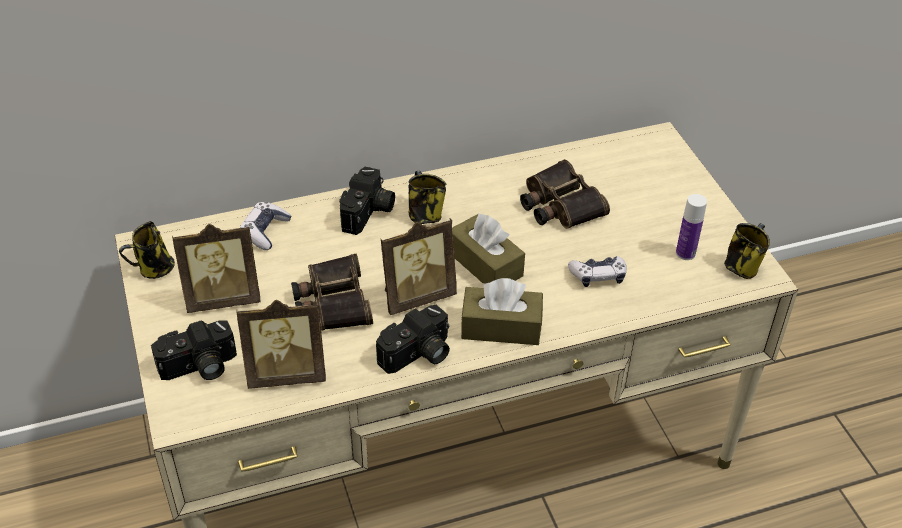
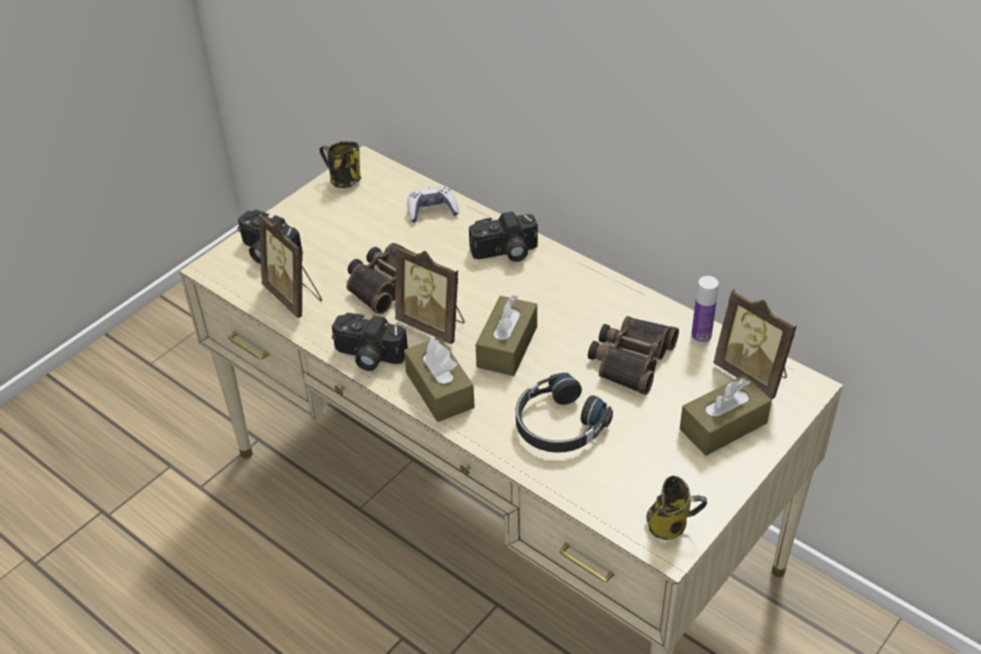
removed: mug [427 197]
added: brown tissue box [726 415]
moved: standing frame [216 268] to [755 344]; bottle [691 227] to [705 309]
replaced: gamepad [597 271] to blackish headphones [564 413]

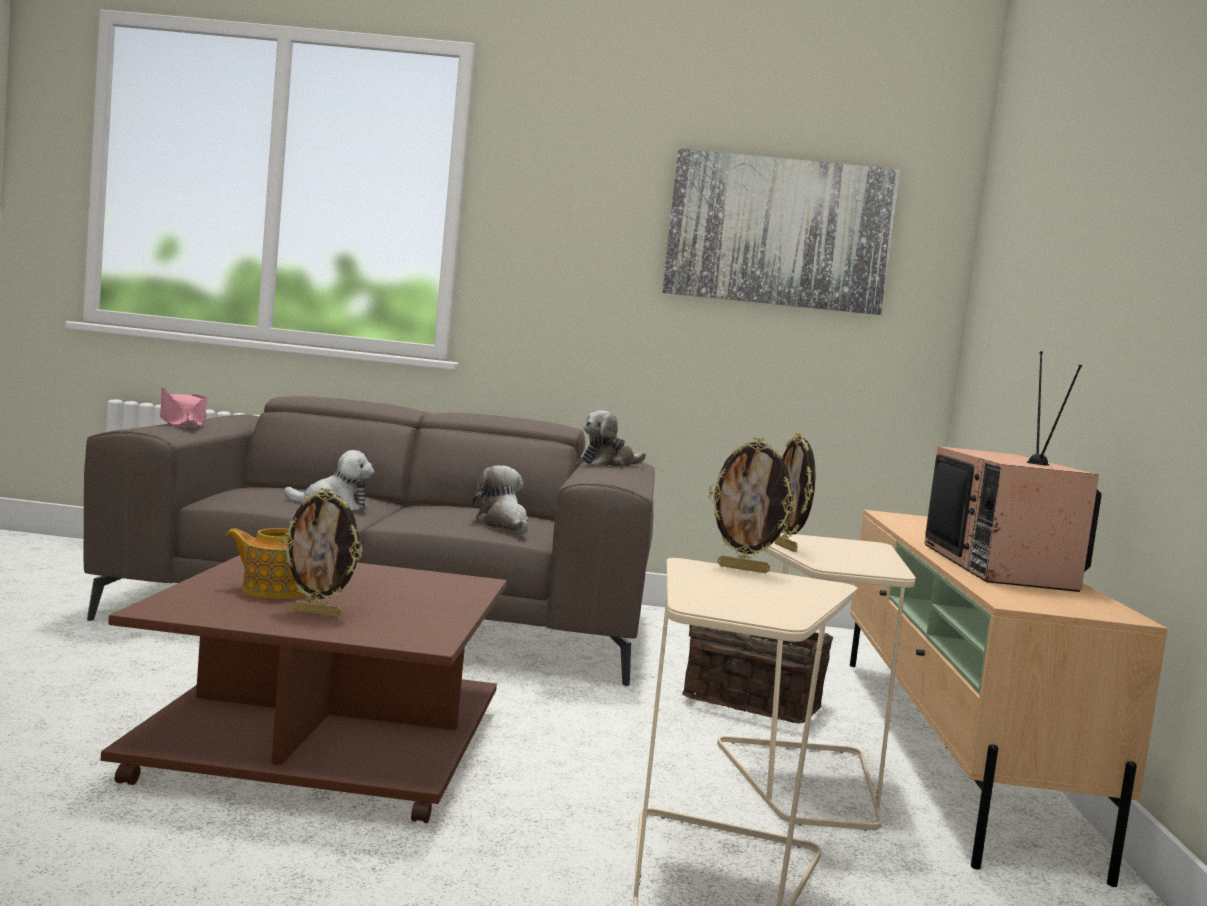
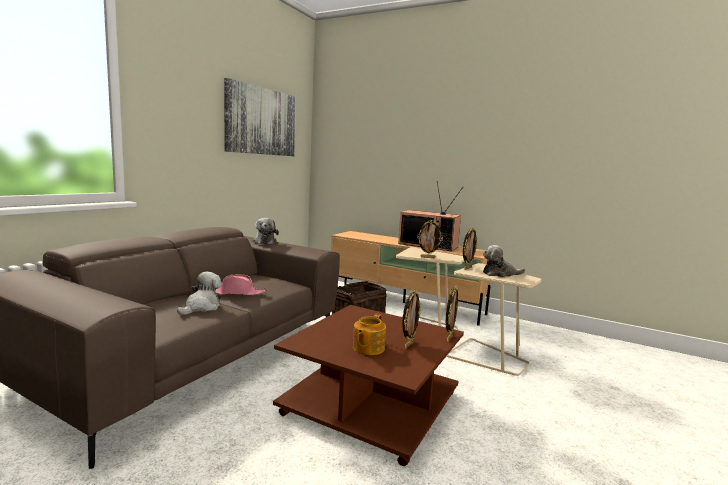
added: standing frame [452 314]
moved: pink-coloured hat [183 407] to [241 284]; cuddly toy [500 499] to [504 261]

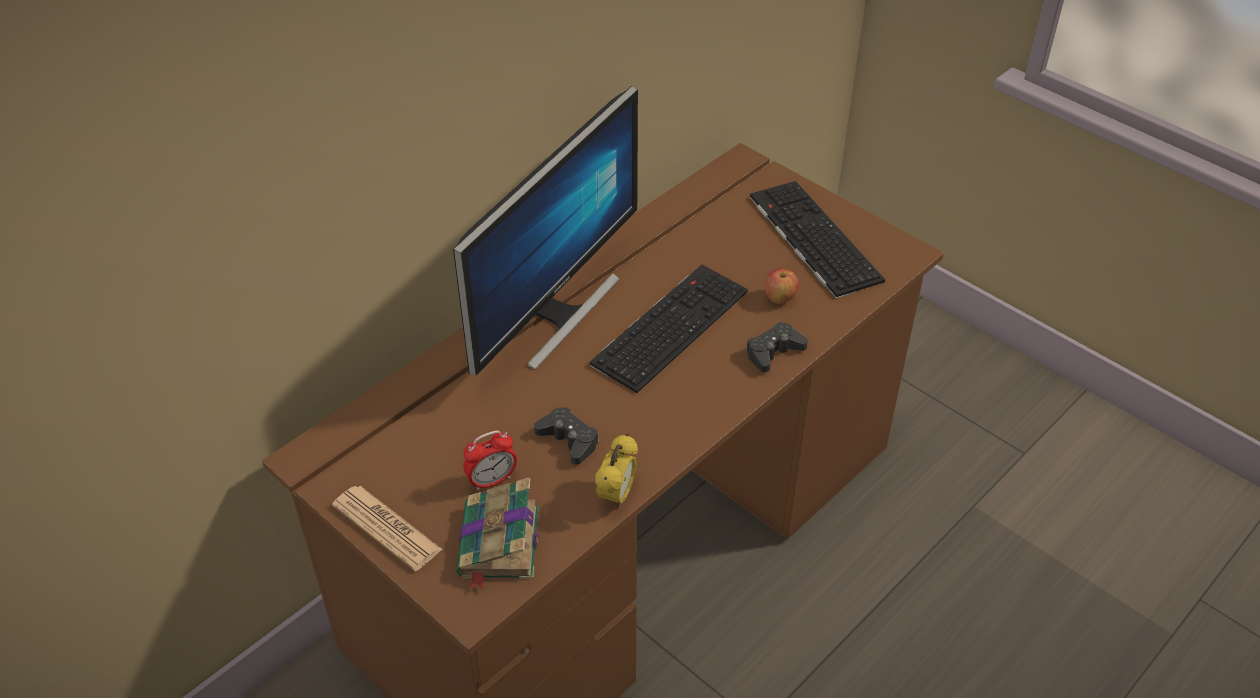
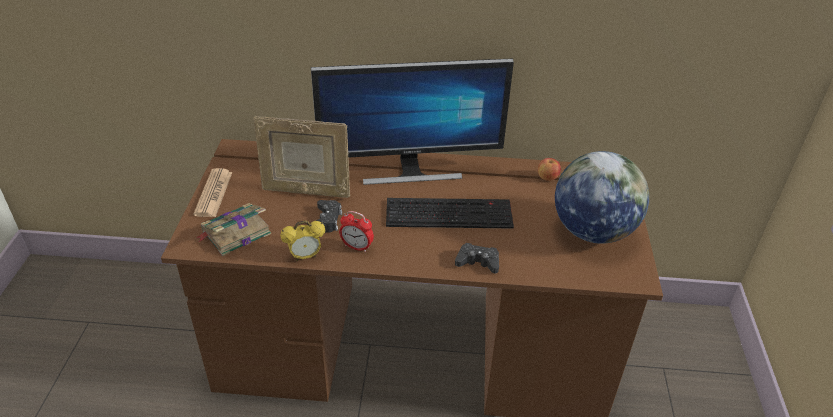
added: standing frame [302 157]
moved: table clock [490 461] to [356 231]; apple [782 286] to [549 169]
replaced: computer keyboard [818 240] to desk globe [602 197]

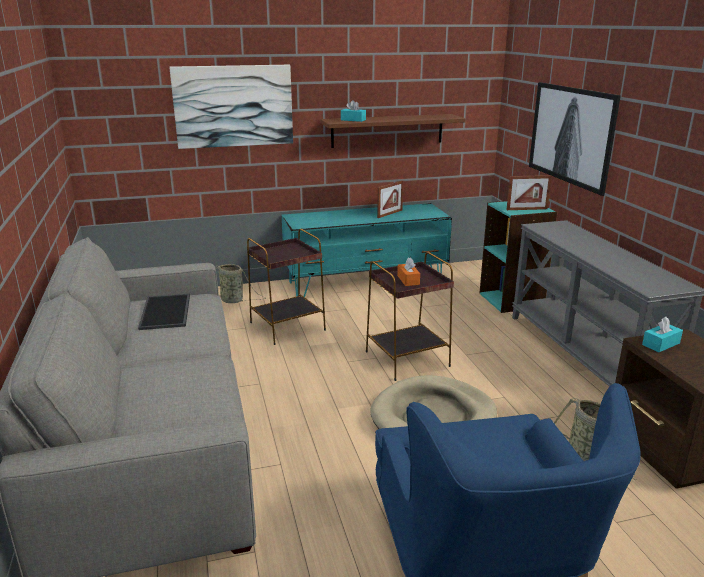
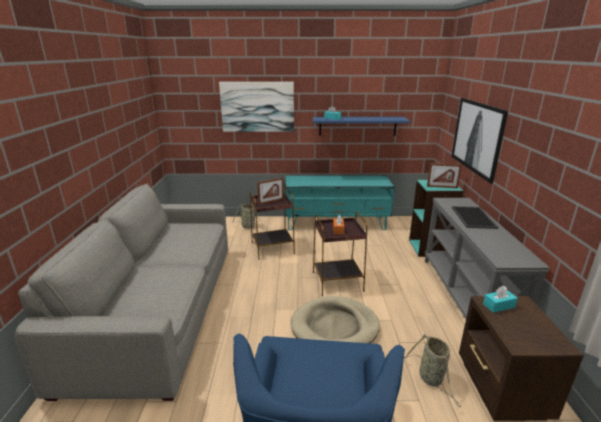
moved: serving tray [164 312] to [475 217]; standing frame [390 199] to [270 191]
recoloured: brown bracket shelf [393 131] to blue bracket shelf [361 126]

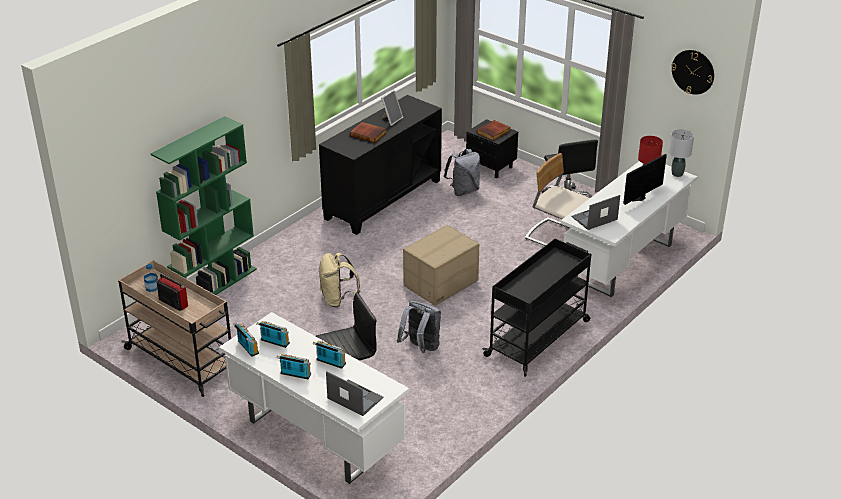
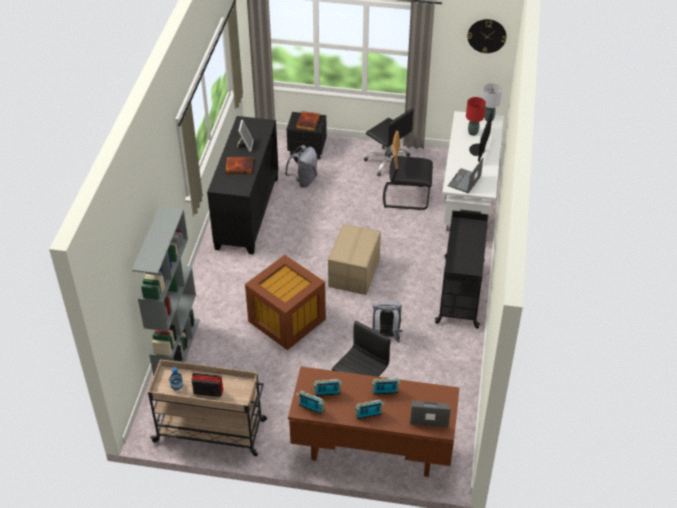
replaced: beige knapsack [340 280] to brown storage container [285 302]
recoloured: green-coloured shelving unit [204 205] to greyish shelving unit [166 291]; whitish desk [314 398] to brown desk [374 421]; beige plain chair [557 199] to blackish plain chair [408 170]

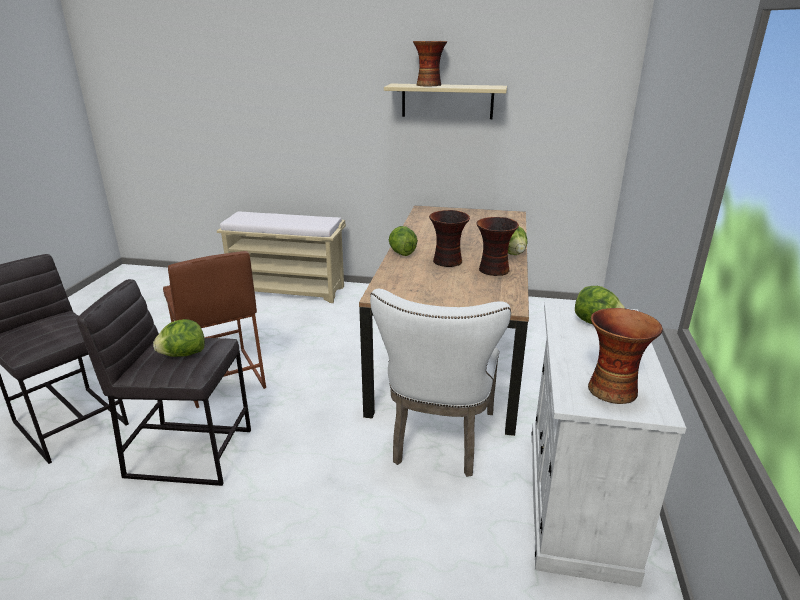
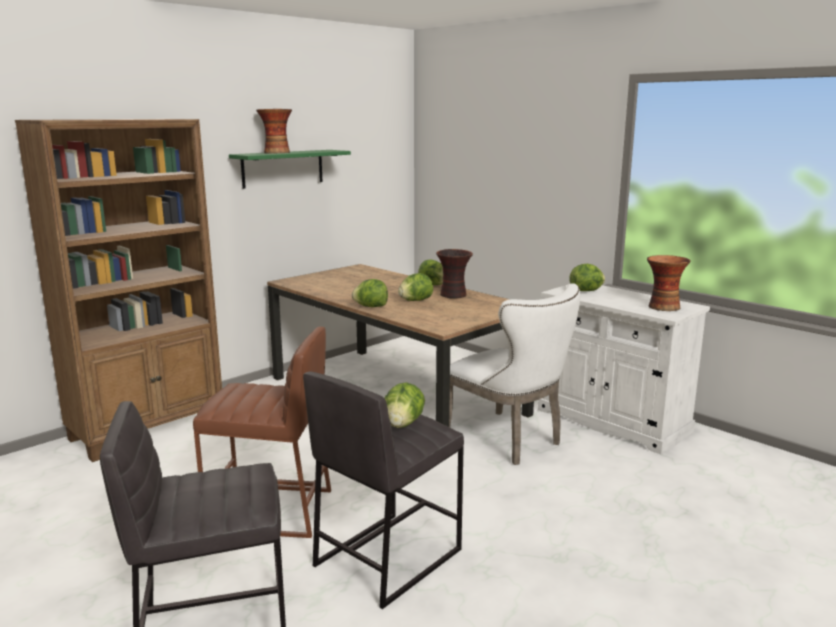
replaced: beige indoor bench [281 257] to brown shelving unit [118 290]; flower vase [449 238] to head of lettuce [415 287]
recoloured: beige bracket shelf [445 101] to green-coloured bracket shelf [290 169]

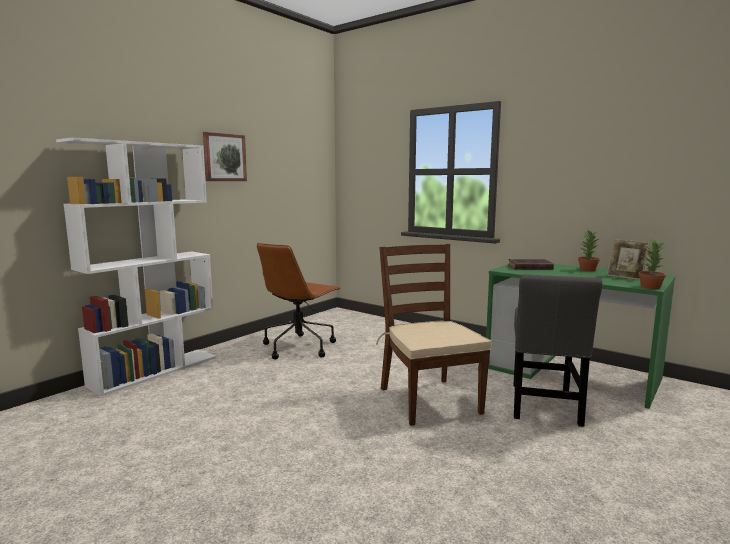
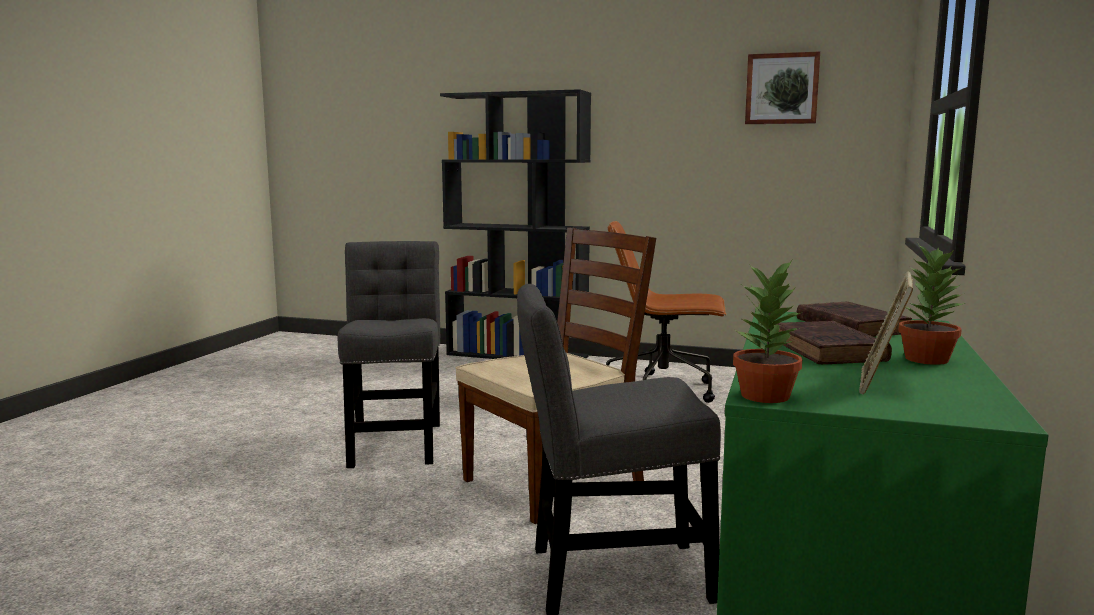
added: greyish plain chair [389 354]; brown volume [834 342]
moved: wall picture [225 156] to [782 87]
recoloured: whitish shelving unit [136 266] to blackish shelving unit [515 224]

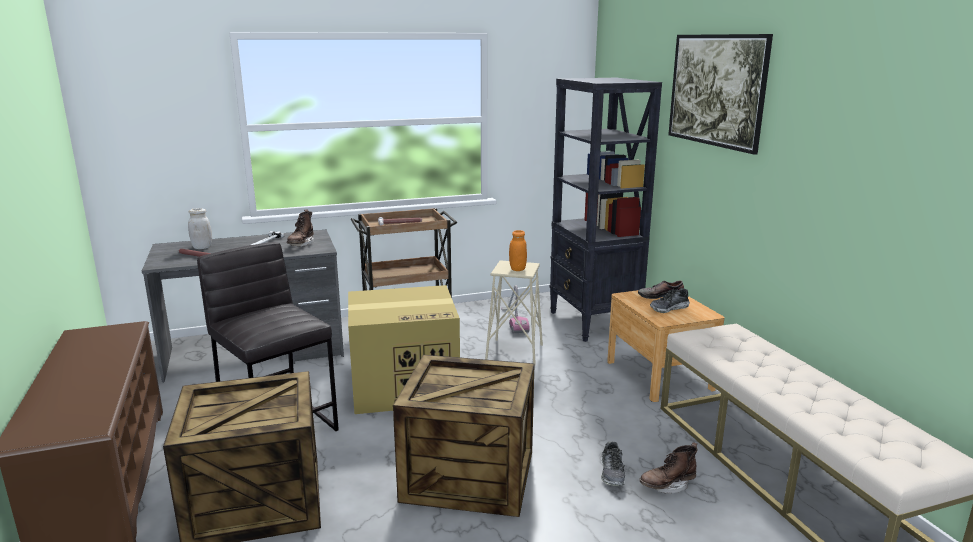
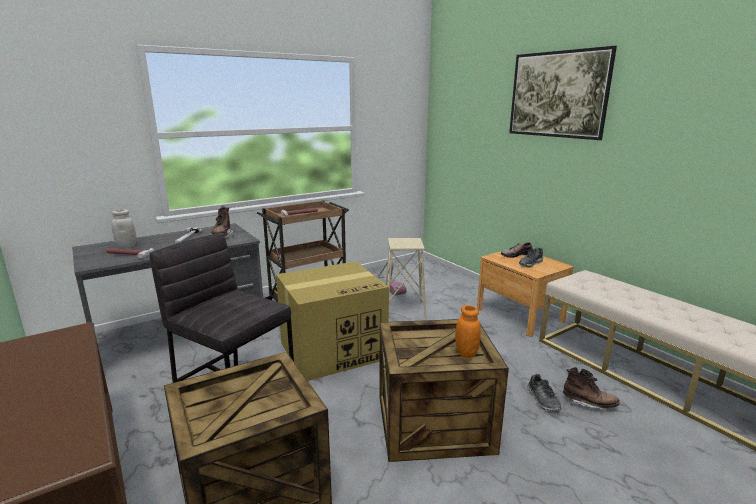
removed: blackish shelving unit [606 210]
moved: orange storage jar [518 250] to [467 331]
turned: brown boot [668 468] = [591 388] 120 degrees counterclockwise

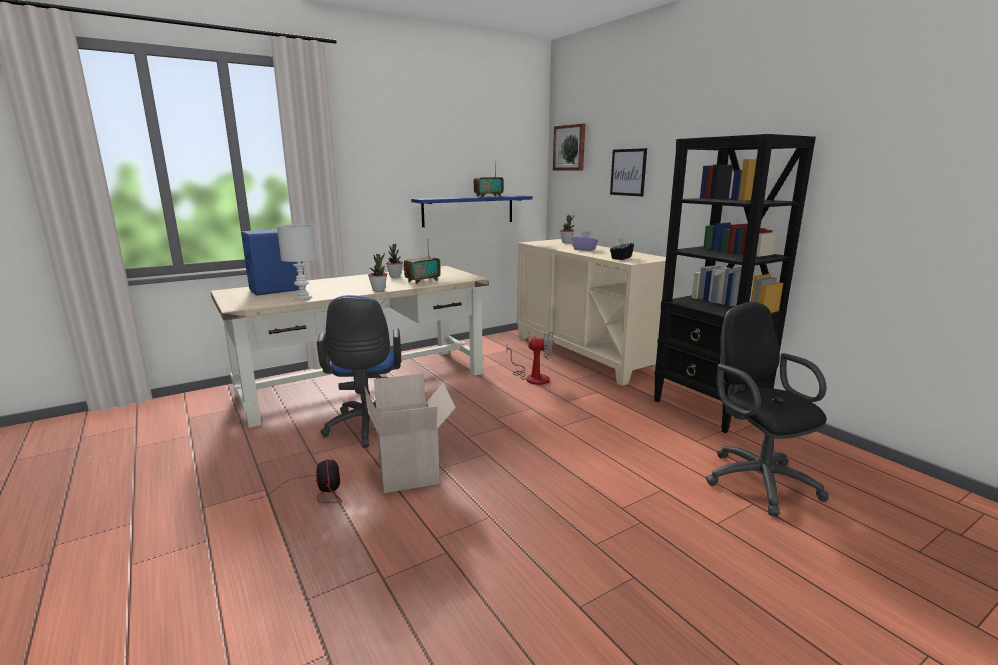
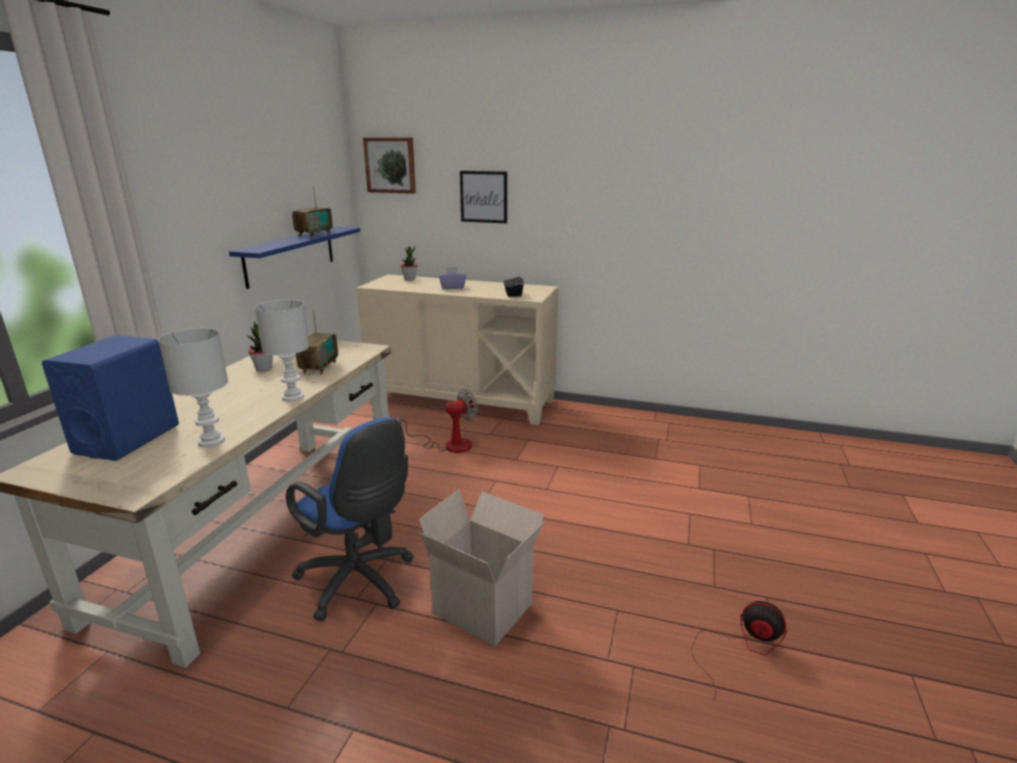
removed: blackish shelving unit [735 283]; blackish computer chair [767 409]
moved: cooling fan [295 481] to [739 652]
replaced: houseplant [377 272] to whitish lamp for a table [282 350]

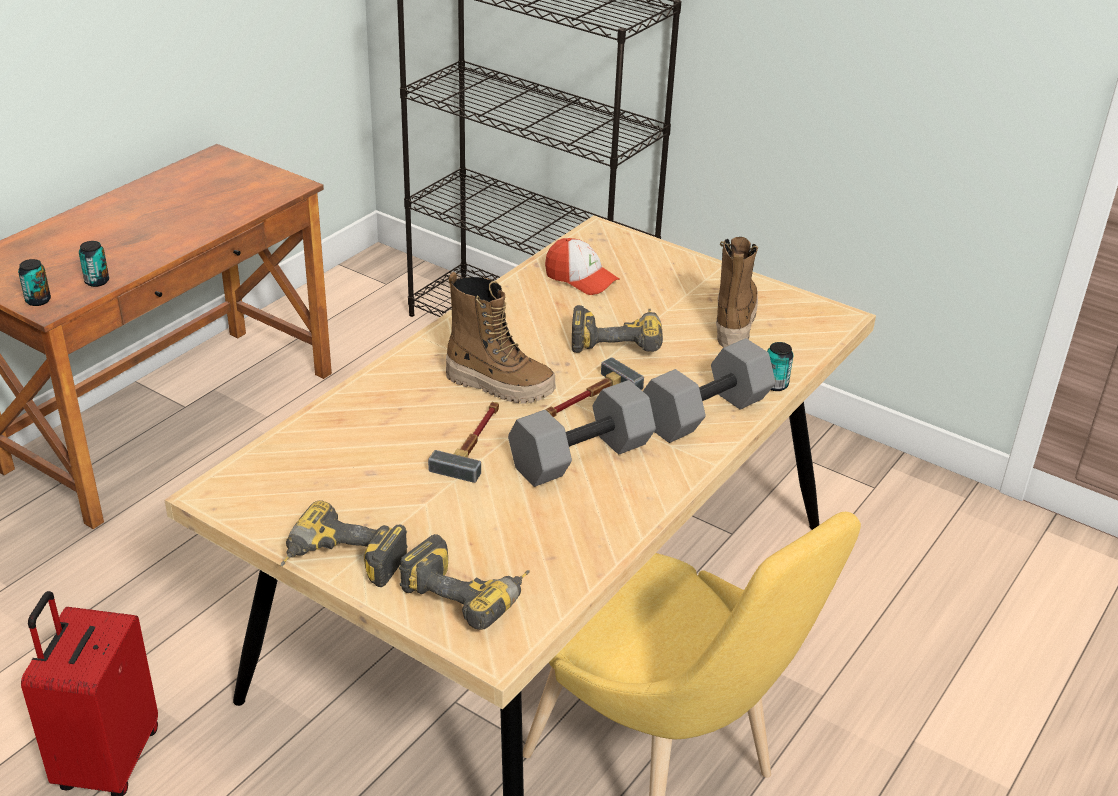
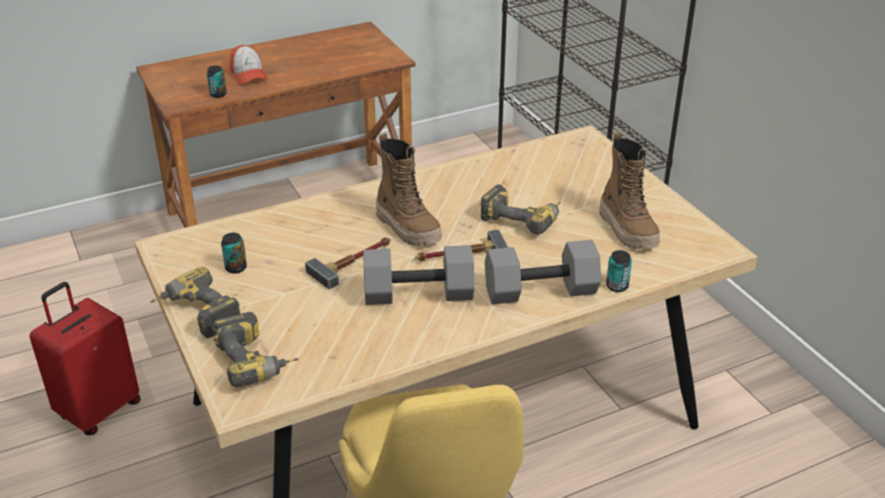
moved: can [34 282] to [234 253]; baseball cap [582 266] to [249 65]
turned: boot [737 292] = [629 190] 120 degrees clockwise

